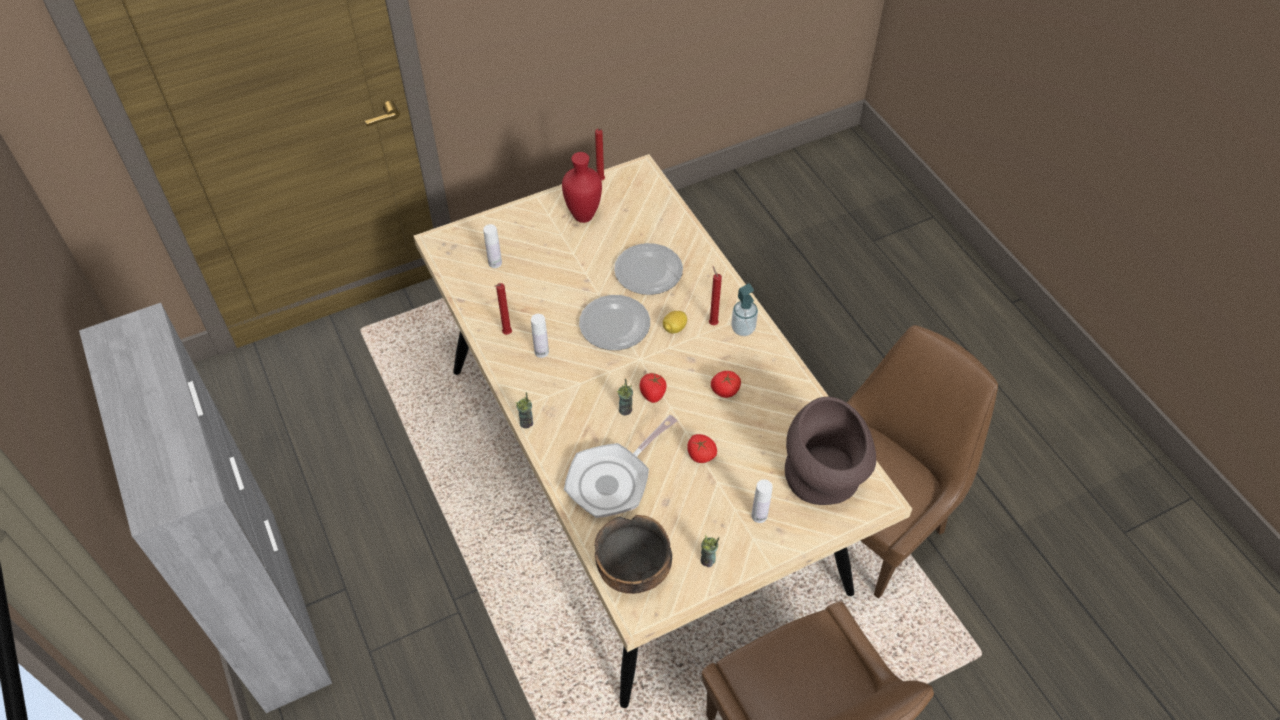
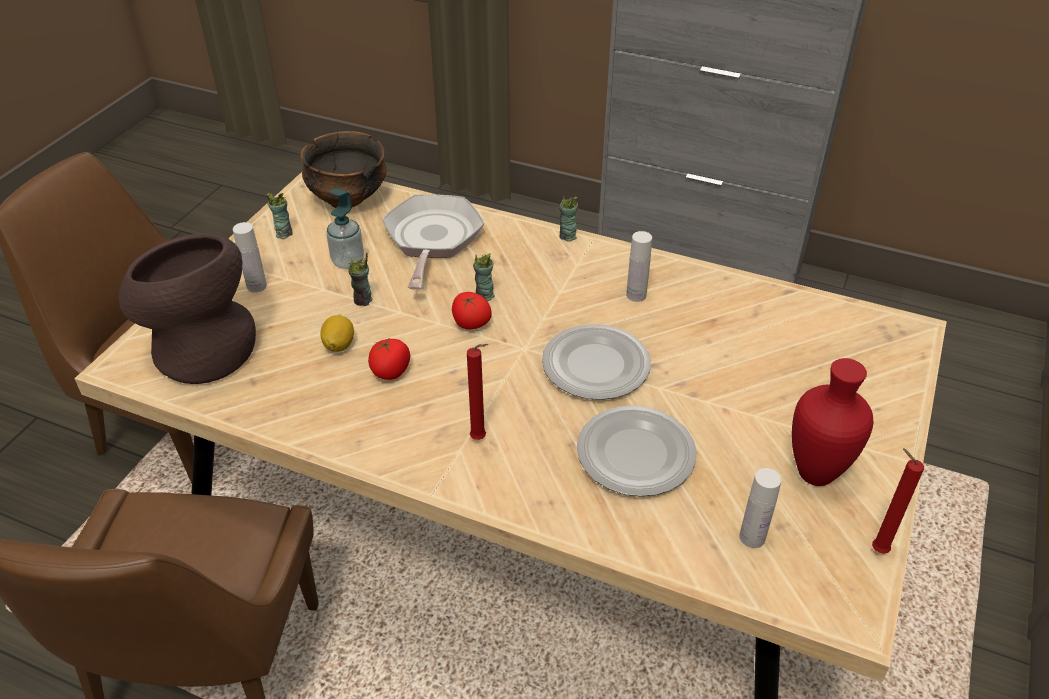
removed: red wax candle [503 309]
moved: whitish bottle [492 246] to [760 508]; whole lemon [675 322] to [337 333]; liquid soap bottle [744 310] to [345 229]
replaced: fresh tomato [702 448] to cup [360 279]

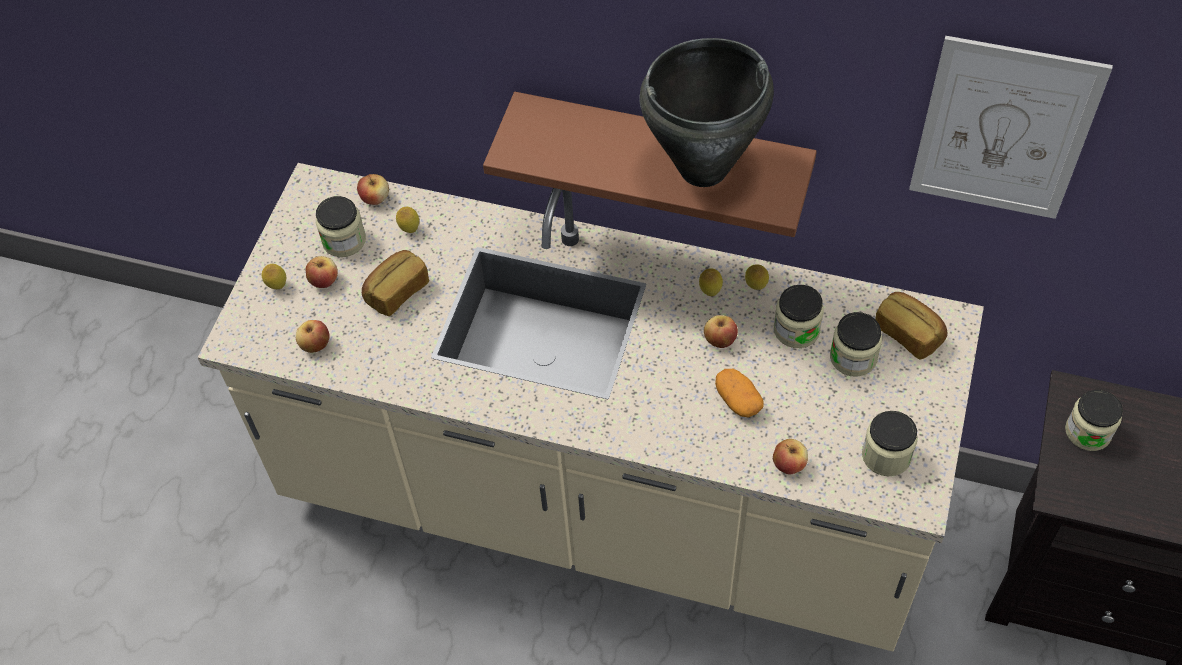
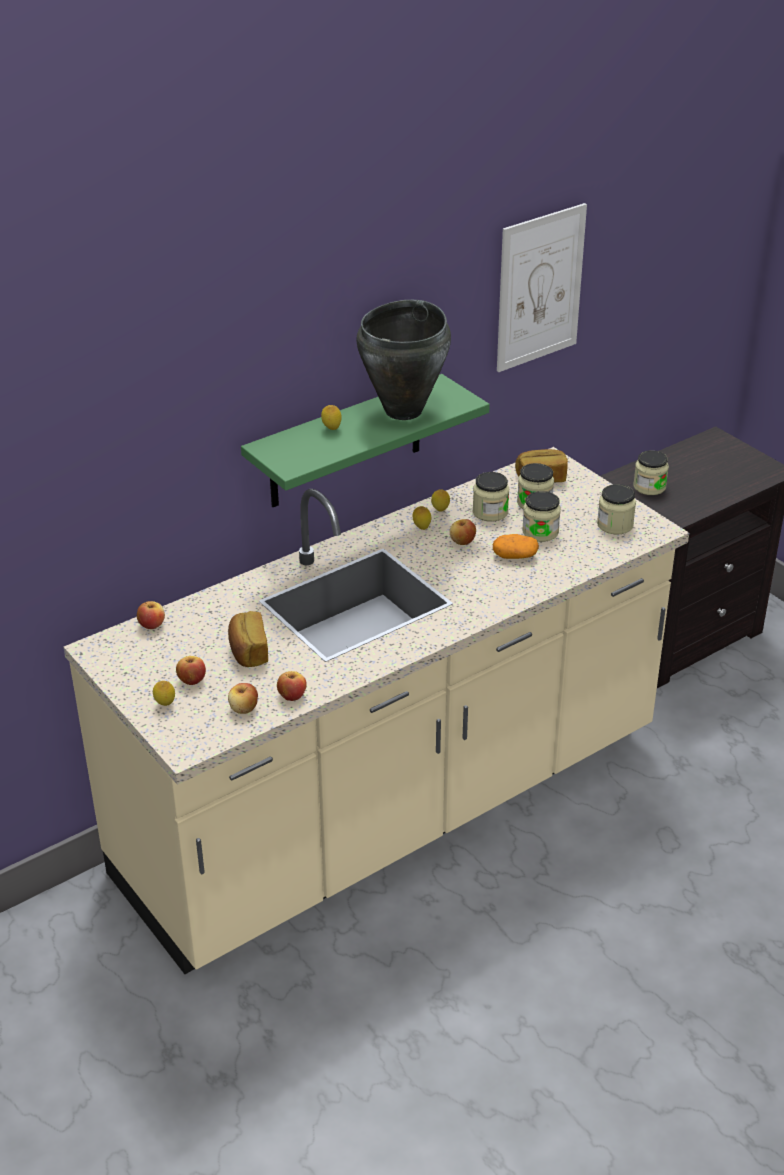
moved: storage jar [341 226] to [541 516]; whole lemon [407 220] to [331 417]; apple [790 456] to [292 686]
recoloured: brown bracket shelf [650 164] to green-coloured bracket shelf [365 440]

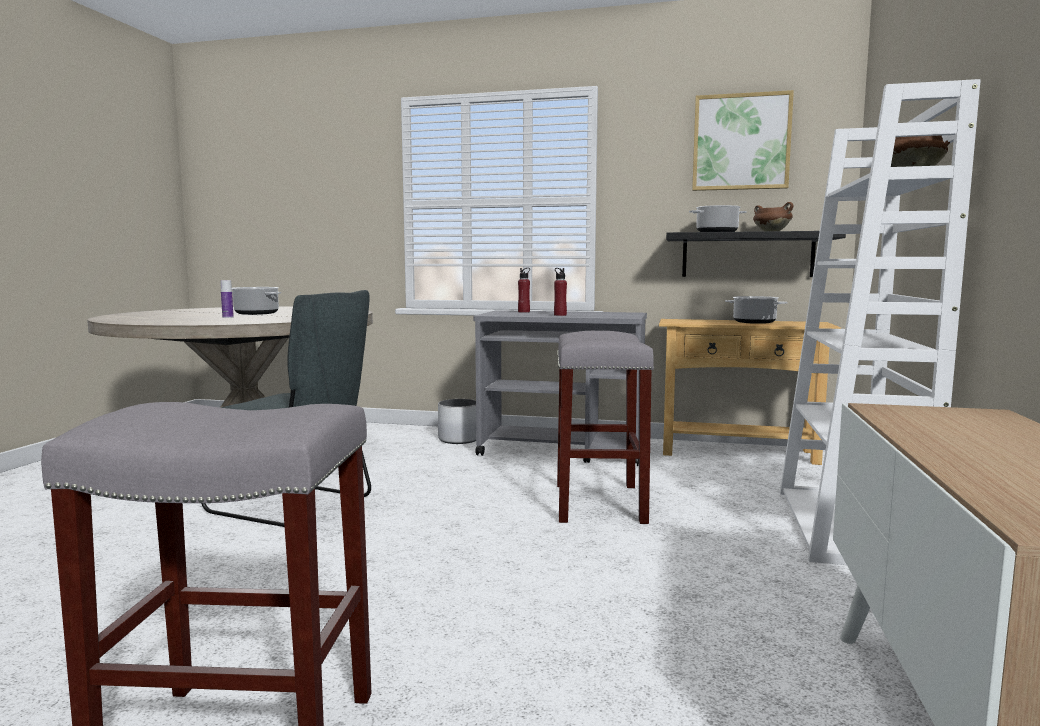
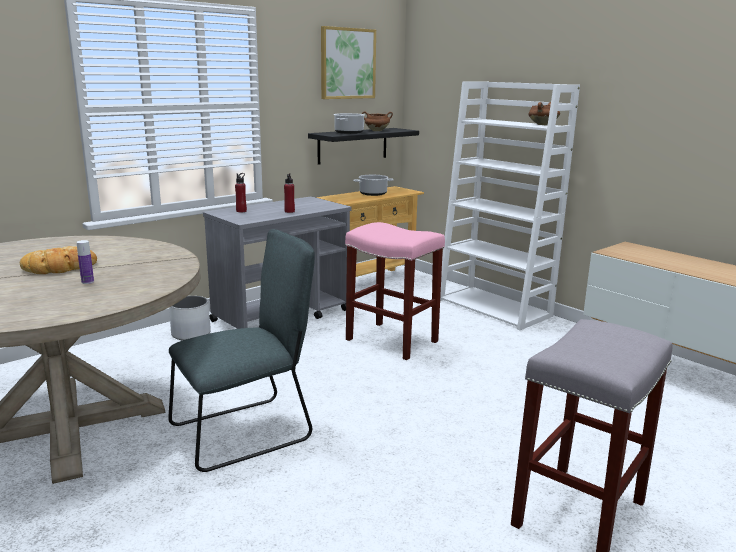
replaced: stockpot [256 301] to bakery bread [58 260]
recoloured: greyish stool seat [605 427] to pink-coloured stool seat [395 291]

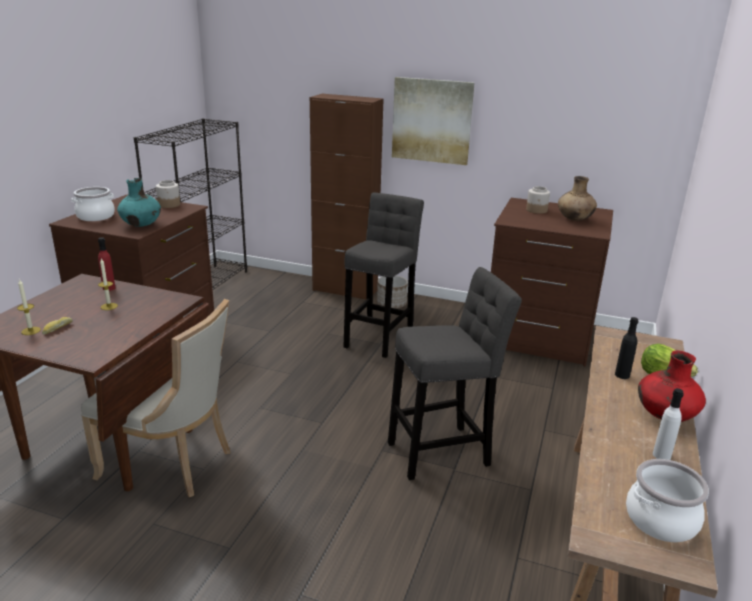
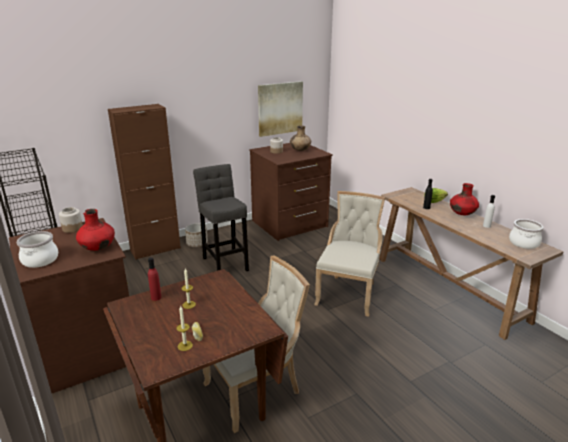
moved: wall picture [433 121] to [280 109]
replaced: greyish stool seat [455 373] to beige plain chair [349 254]
recoloured: blue-green flower vase [139 202] to red flower vase [95 230]

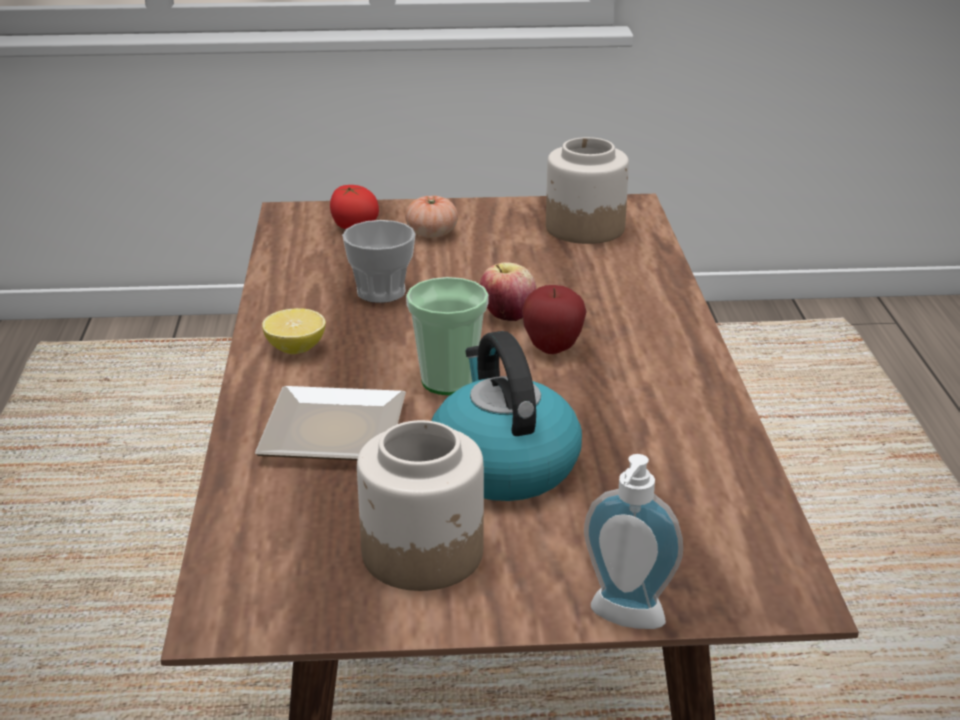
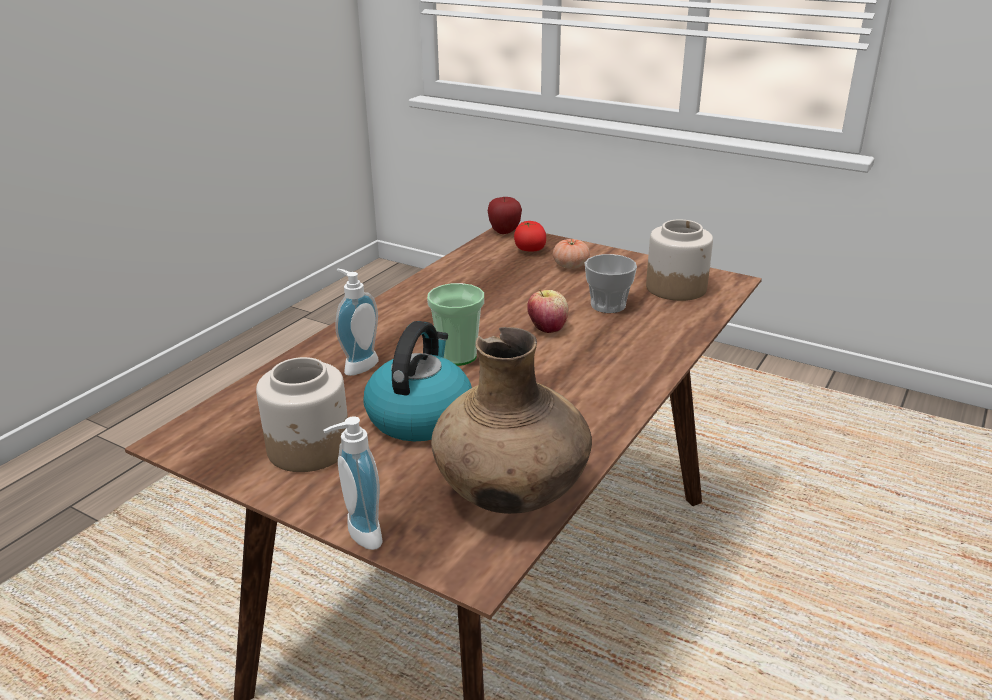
removed: whole lemon [294 331]
added: brown flower vase [511 420]
moved: cup [379 261] to [611 283]; apple [554 319] to [505 215]
replaced: flat dish [330 423] to liquid soap bottle [357 322]

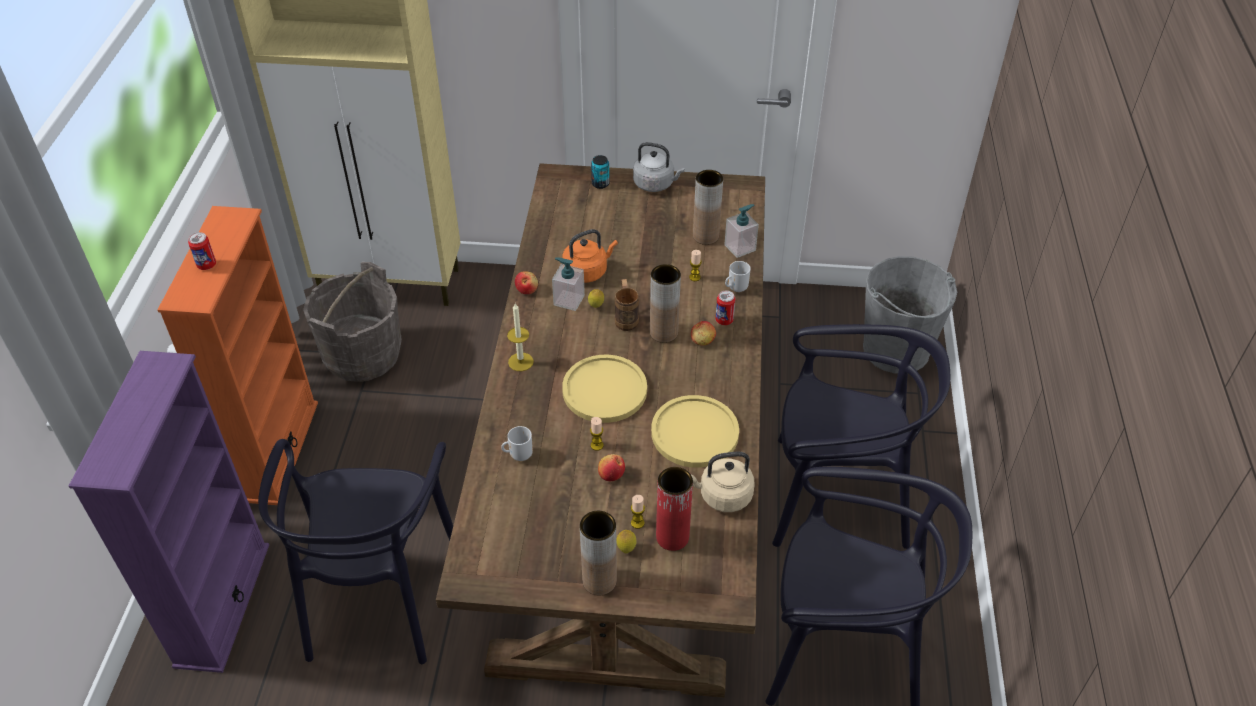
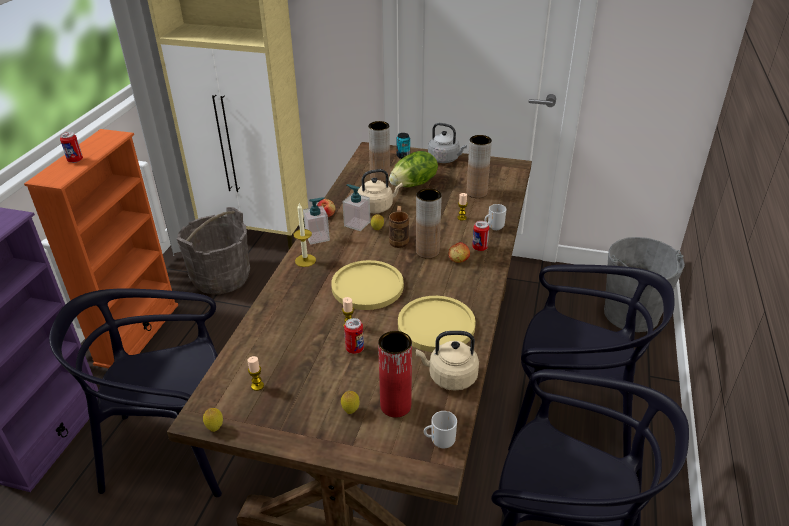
added: whole lemon [213 420]; head of lettuce [413 169]
moved: mug [517 443] to [440 429]; brown flower vase [598 553] to [379 151]; wax candle [638 512] to [255 373]; liquid soap bottle [741 231] to [316 221]
replaced: apple [611 467] to can [354 336]
recoloured: orange tea kettle [590 256] to beige tea kettle [380 191]
turned: blackish plain chair [355 551] = [135 392] 75 degrees clockwise

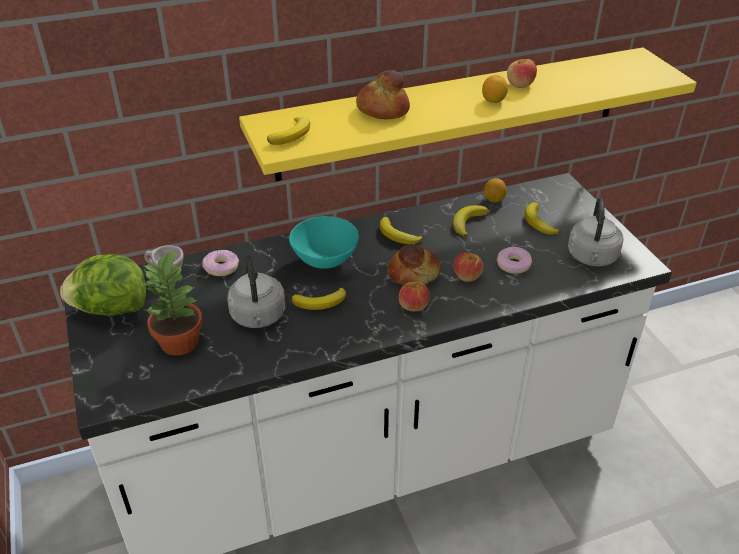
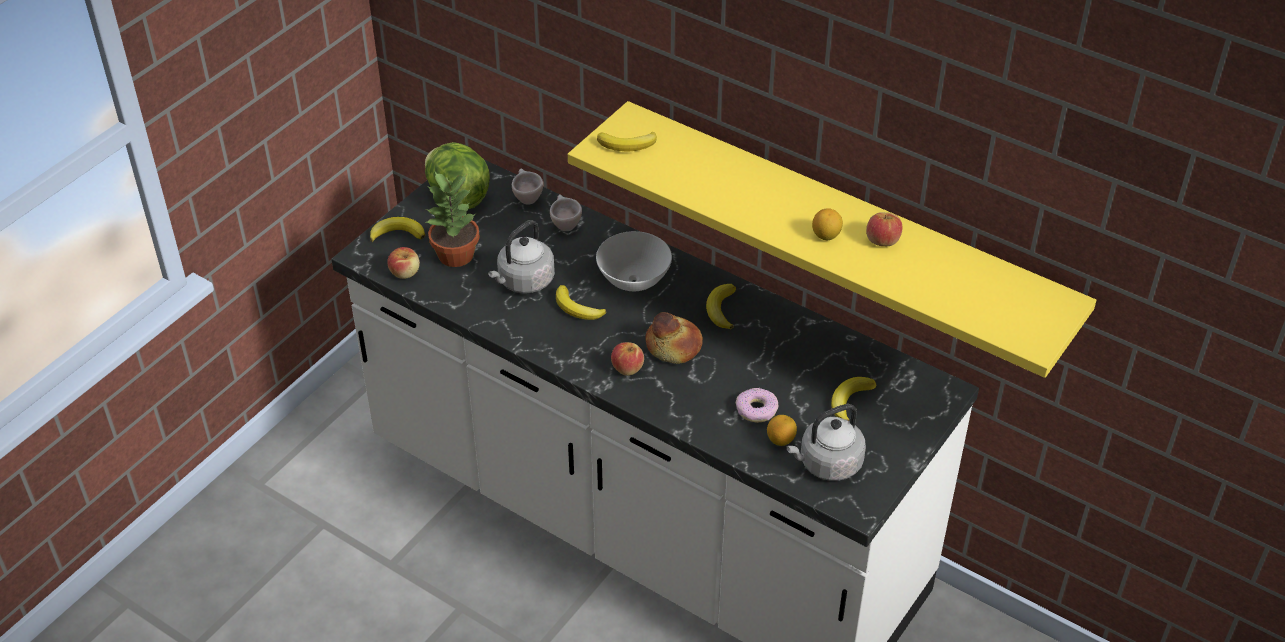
removed: bakery bread [383 95]
moved: banana [470 221] to [397 229]; apple [468 267] to [403 263]; whole lemon [495 190] to [782 430]
replaced: donut [220 263] to beige cup [566 212]
recoloured: blue-green bowl [324 242] to whitish bowl [634 261]

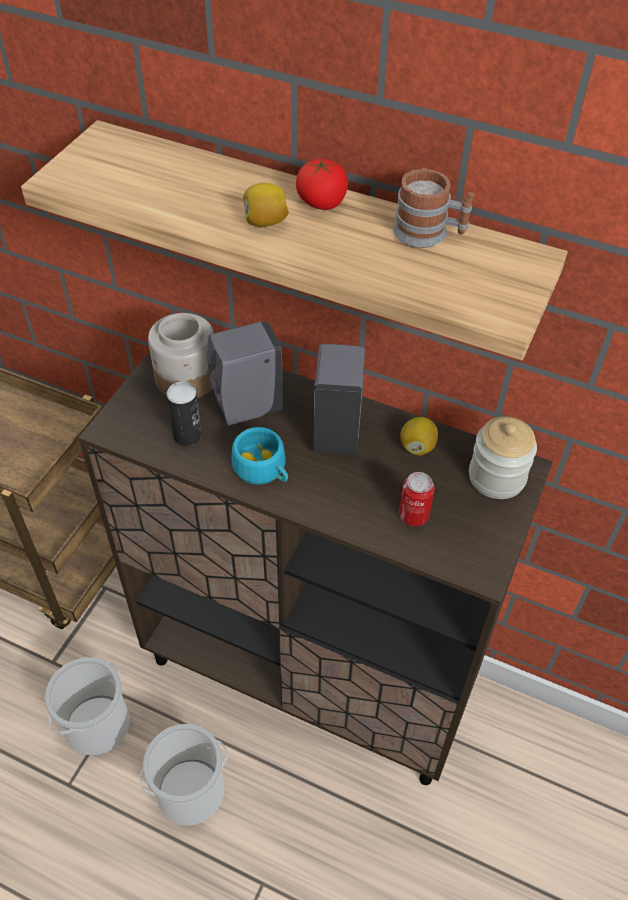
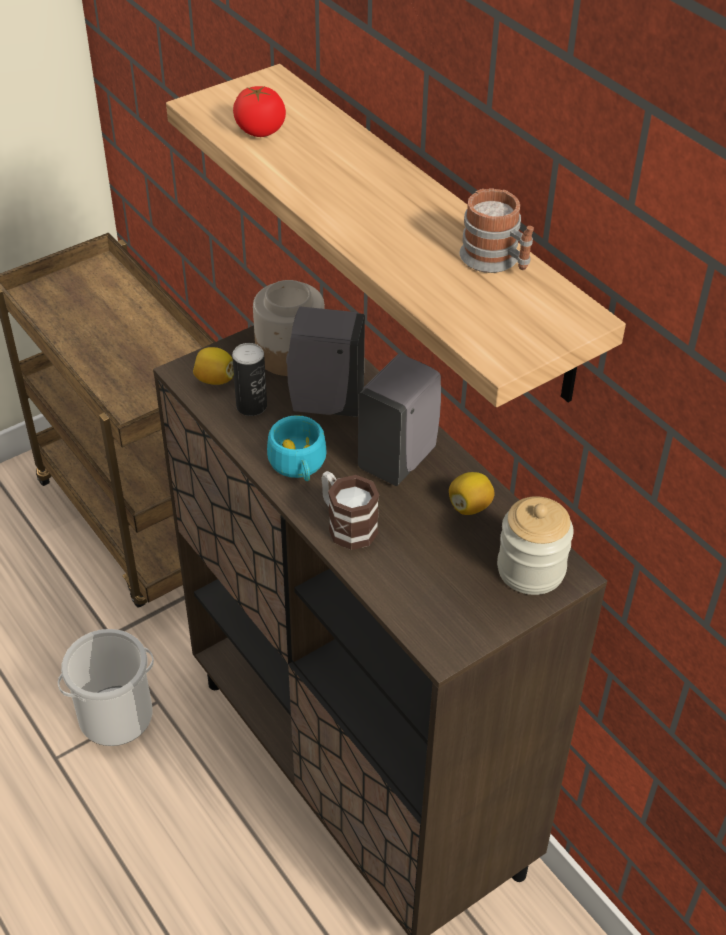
removed: water bucket [184 774]; can [417 499]
added: mug [350 510]
moved: whole lemon [266 205] to [213 366]; fresh tomato [322 184] to [259 111]

